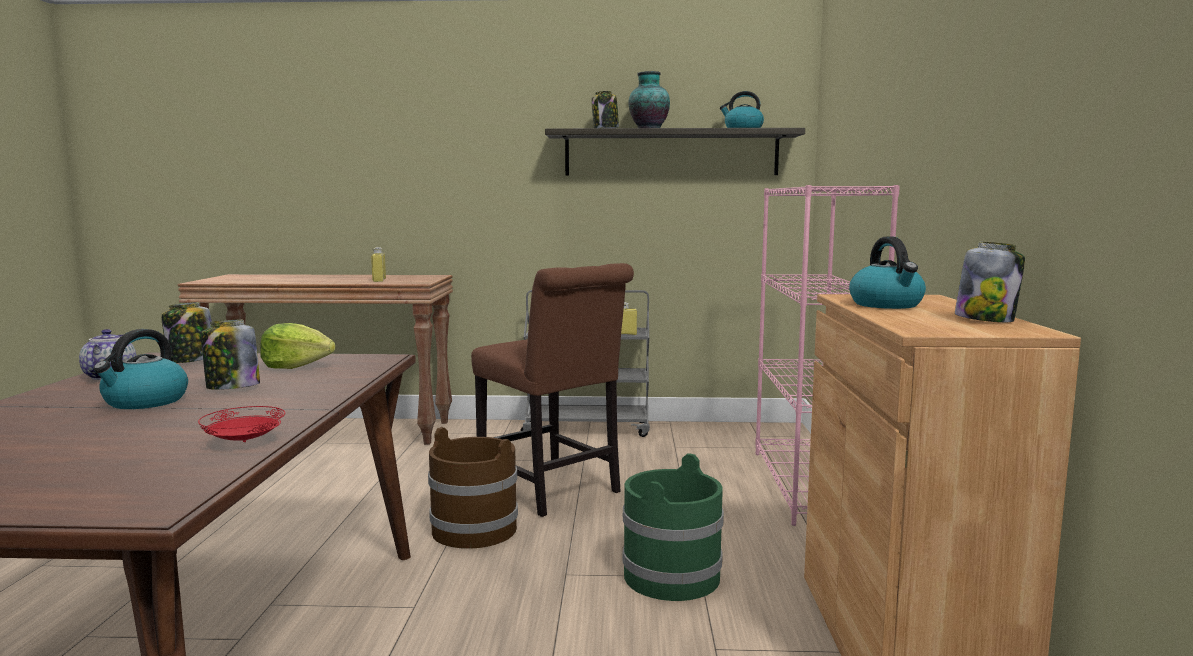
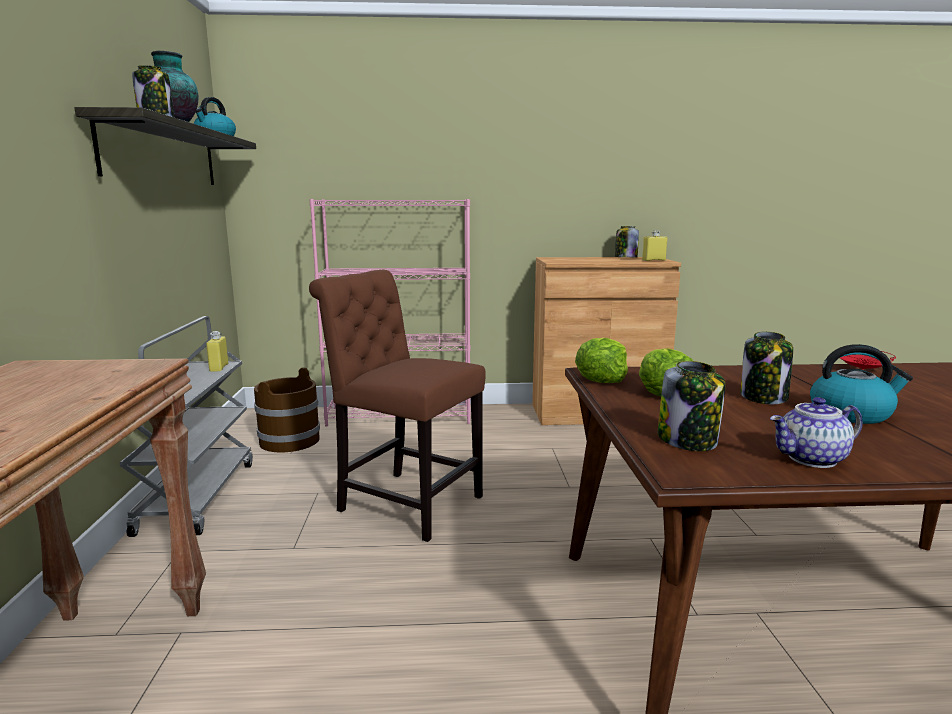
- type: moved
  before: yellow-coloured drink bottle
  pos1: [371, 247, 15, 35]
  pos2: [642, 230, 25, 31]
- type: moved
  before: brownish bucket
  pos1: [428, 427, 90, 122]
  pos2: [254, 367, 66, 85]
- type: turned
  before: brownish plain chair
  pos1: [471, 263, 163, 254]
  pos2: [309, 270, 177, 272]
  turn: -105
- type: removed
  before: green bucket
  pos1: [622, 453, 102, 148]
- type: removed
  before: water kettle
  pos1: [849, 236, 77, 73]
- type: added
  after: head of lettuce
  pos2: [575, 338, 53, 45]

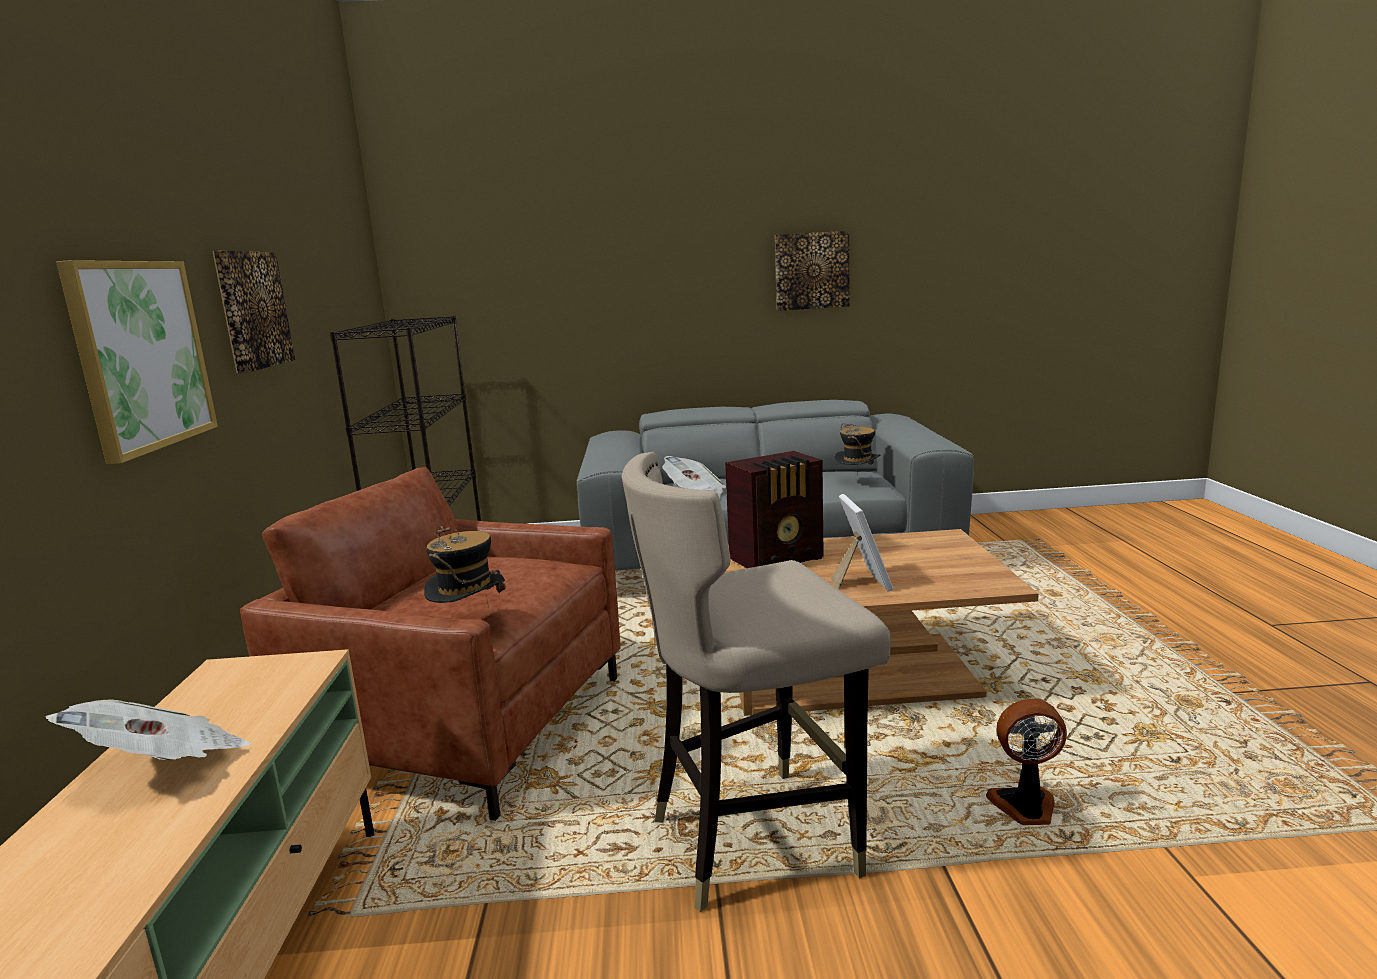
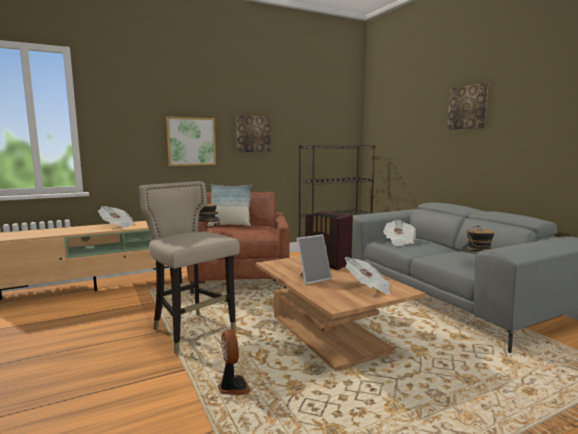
- type: moved
  before: wall art
  pos1: [775, 231, 74, 80]
  pos2: [447, 83, 42, 47]
- type: added
  after: throw pillow
  pos2: [207, 184, 45, 42]
- type: added
  after: printed paper
  pos2: [345, 257, 45, 37]

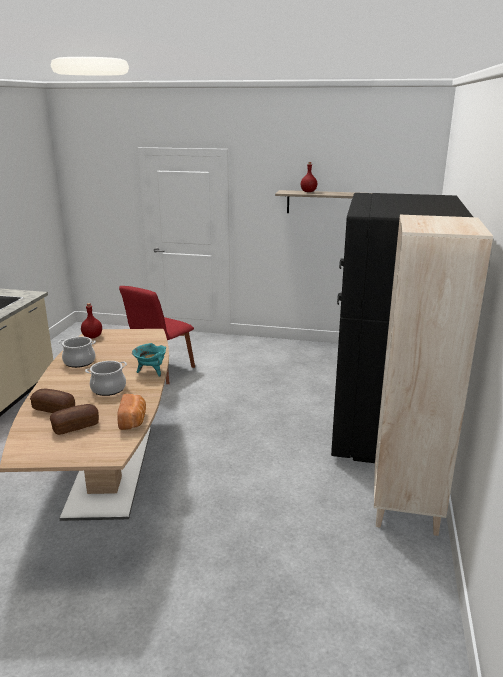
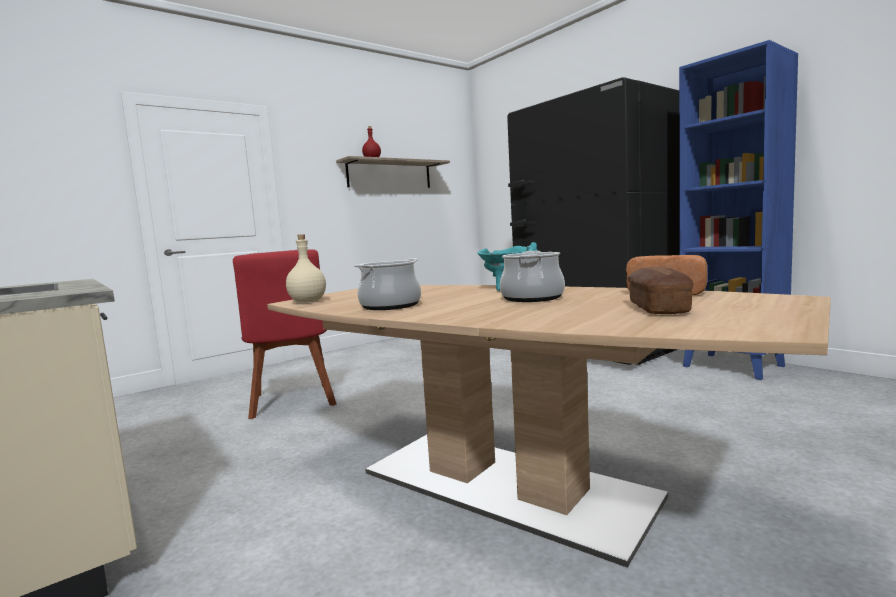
- type: removed
  before: bakery bread
  pos1: [30, 389, 45, 24]
- type: recoloured
  before: reddish drink bottle
  after: sand-coloured drink bottle
  pos1: [81, 303, 21, 35]
  pos2: [286, 234, 40, 69]
- type: recoloured
  before: sand-coloured shelving unit
  after: blue-coloured shelving unit
  pos1: [374, 215, 119, 321]
  pos2: [679, 40, 119, 340]

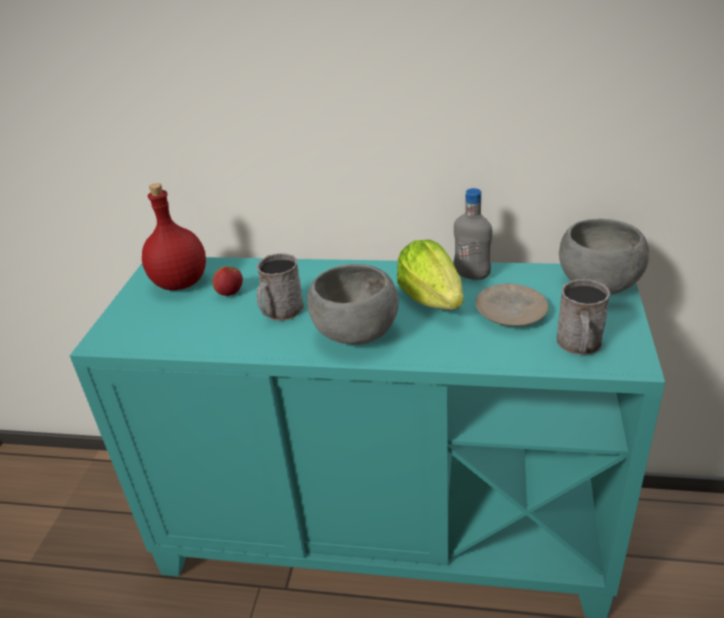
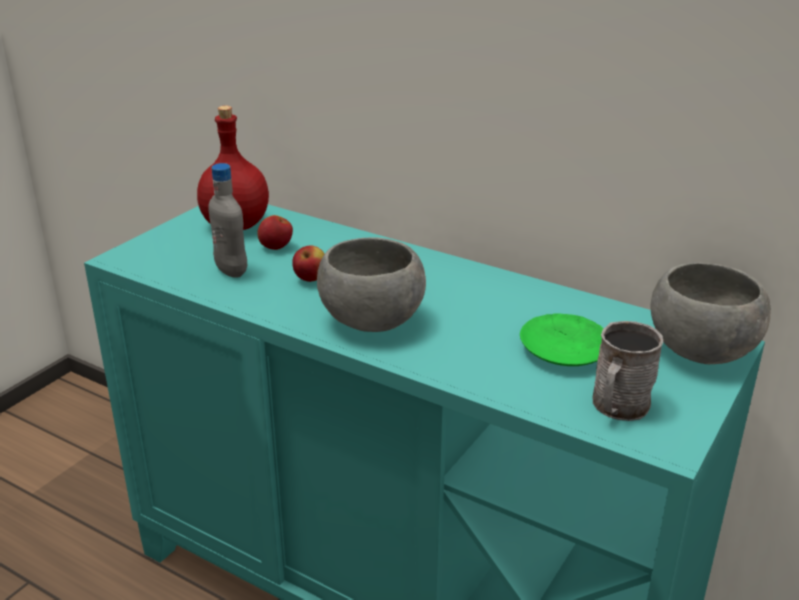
- type: replaced
  before: gray coffee mug
  after: apple fruit
  pos1: [256, 253, 48, 68]
  pos2: [292, 246, 32, 36]
- type: removed
  before: head of lettuce
  pos1: [397, 239, 66, 71]
- type: moved
  before: gray drink bottle
  pos1: [454, 188, 38, 92]
  pos2: [208, 163, 39, 115]
- type: recoloured
  before: sand-coloured dinner plate
  after: green dinner plate
  pos1: [476, 283, 72, 43]
  pos2: [520, 313, 84, 53]

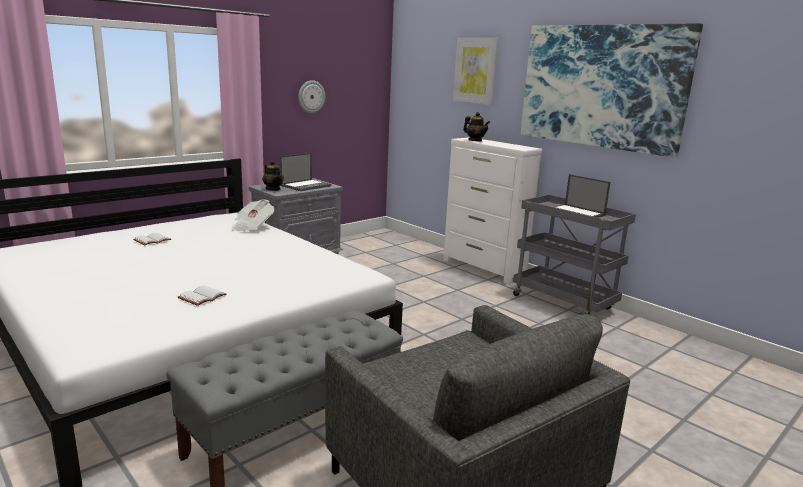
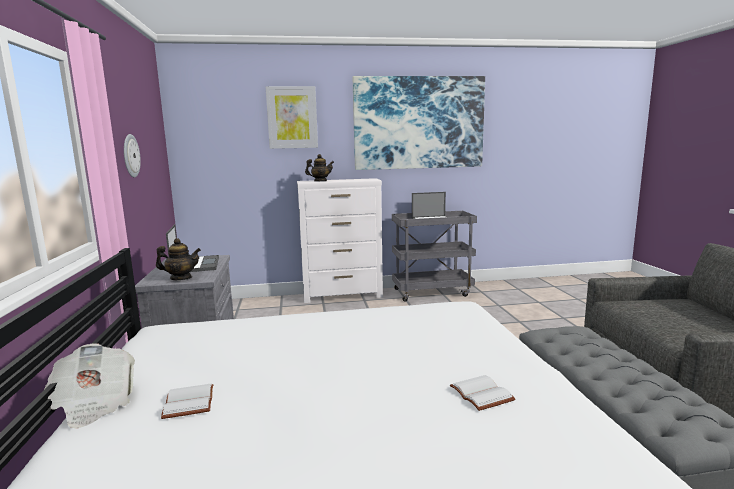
- type: moved
  before: printed paper
  pos1: [232, 199, 43, 32]
  pos2: [44, 343, 91, 86]

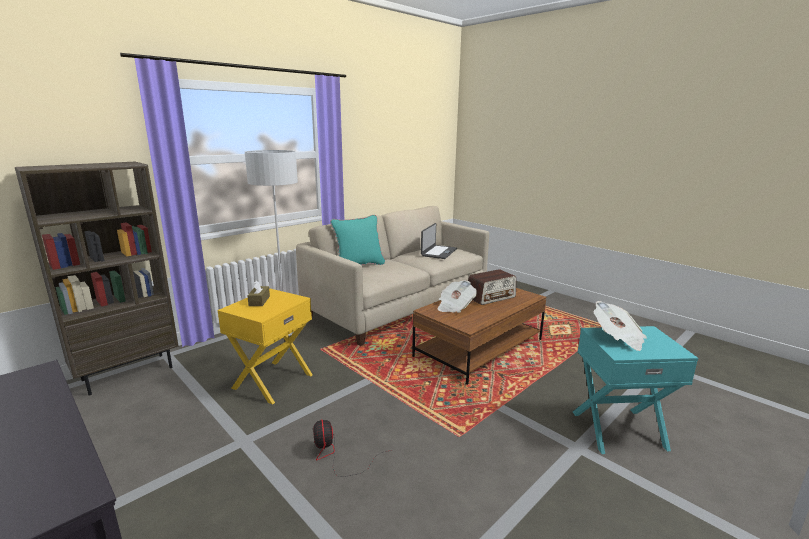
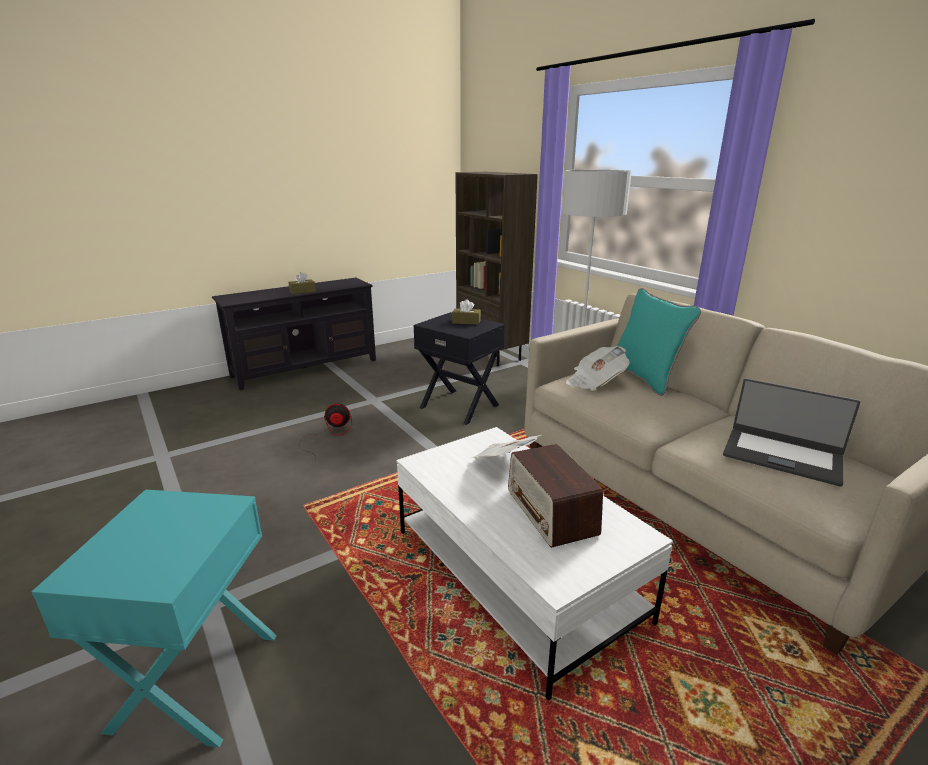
- type: recoloured
  before: yellow-coloured side table
  after: black-coloured side table
  pos1: [217, 288, 96, 116]
  pos2: [413, 312, 92, 113]
- type: recoloured
  before: brownish low table
  after: white-coloured low table
  pos1: [412, 288, 135, 97]
  pos2: [397, 427, 276, 274]
- type: moved
  before: printed paper
  pos1: [593, 301, 54, 50]
  pos2: [566, 346, 63, 45]
- type: added
  after: brownish box of tissues
  pos2: [289, 272, 27, 22]

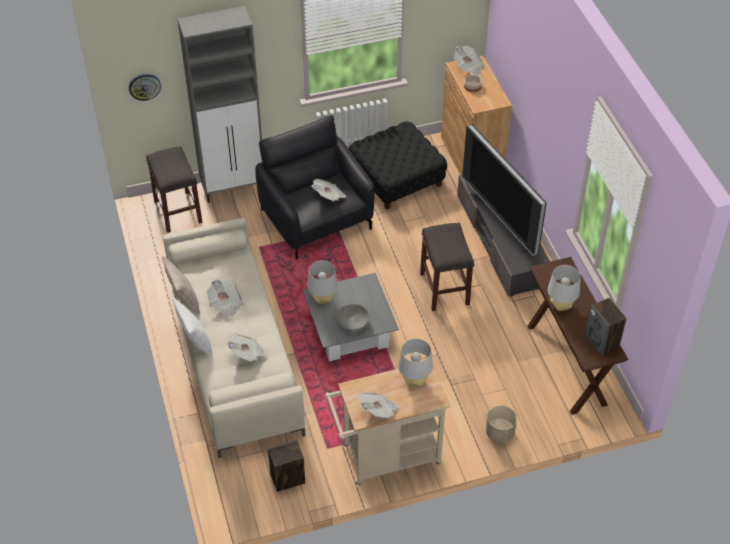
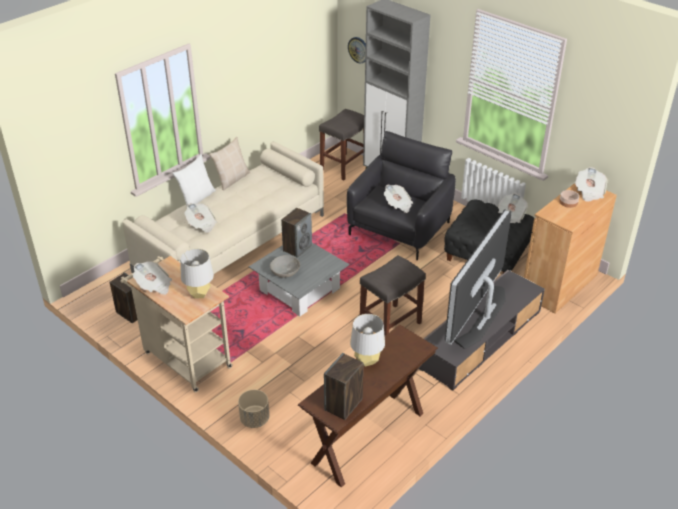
- type: moved
  before: printed paper
  pos1: [206, 279, 37, 39]
  pos2: [498, 193, 30, 30]
- type: replaced
  before: gray tabletop lamp
  after: audio speaker
  pos1: [307, 260, 31, 44]
  pos2: [281, 208, 31, 50]

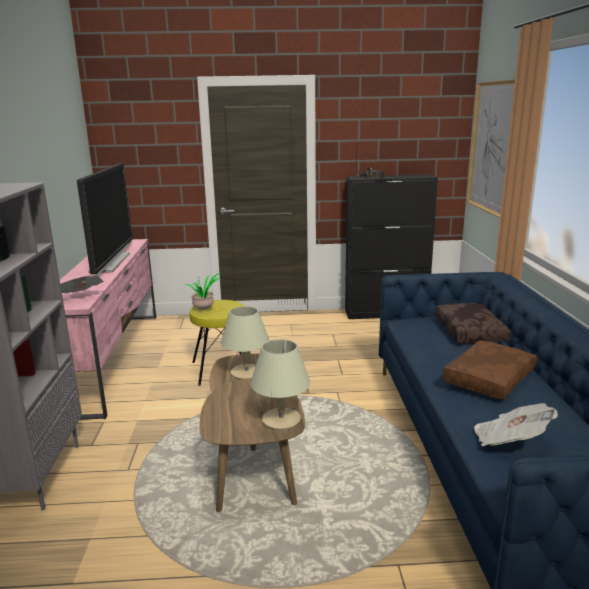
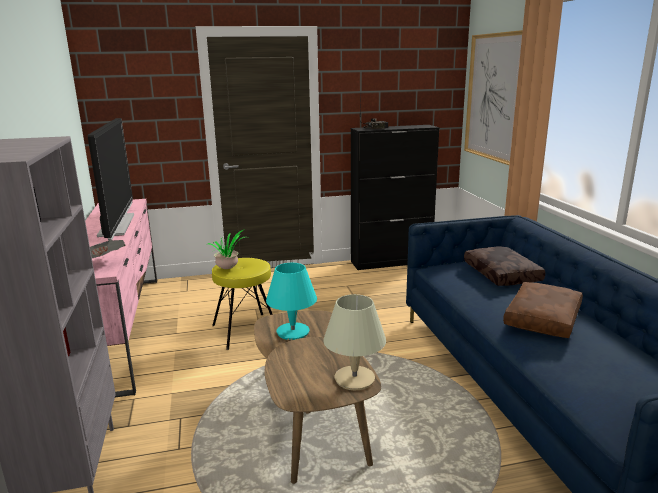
- type: recoloured
  before: sand-coloured tabletop lamp
  after: turquoise-coloured tabletop lamp
  pos1: [221, 306, 49, 74]
  pos2: [266, 263, 51, 77]
- type: removed
  before: printed paper
  pos1: [474, 403, 84, 43]

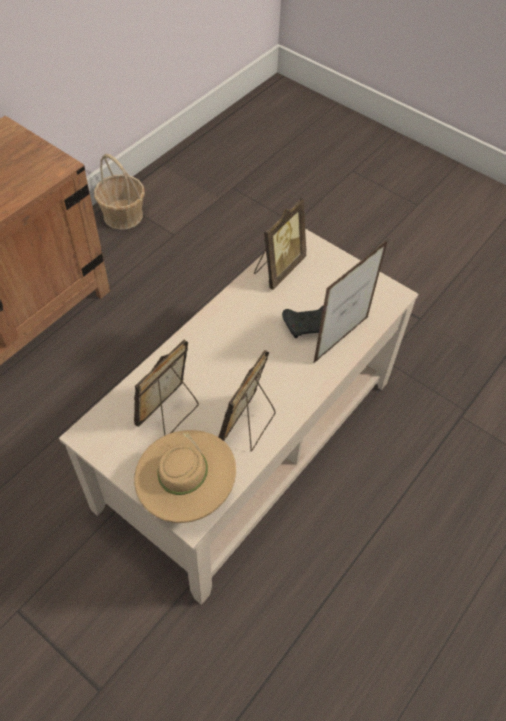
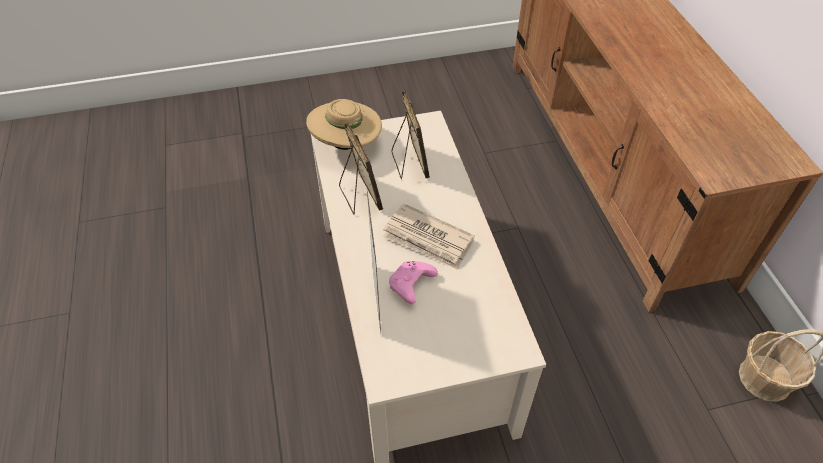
- type: removed
  before: picture frame
  pos1: [254, 198, 52, 92]
- type: recoloured
  before: black-coloured joypad
  after: pink joypad
  pos1: [282, 305, 42, 33]
  pos2: [389, 261, 49, 43]
- type: added
  after: printed paper
  pos2: [383, 204, 92, 66]

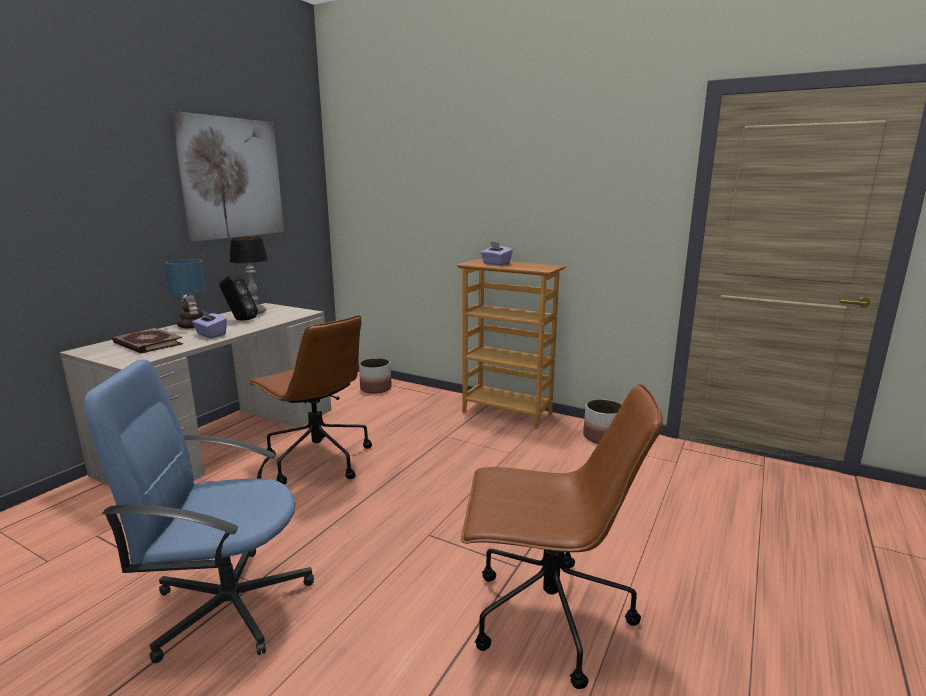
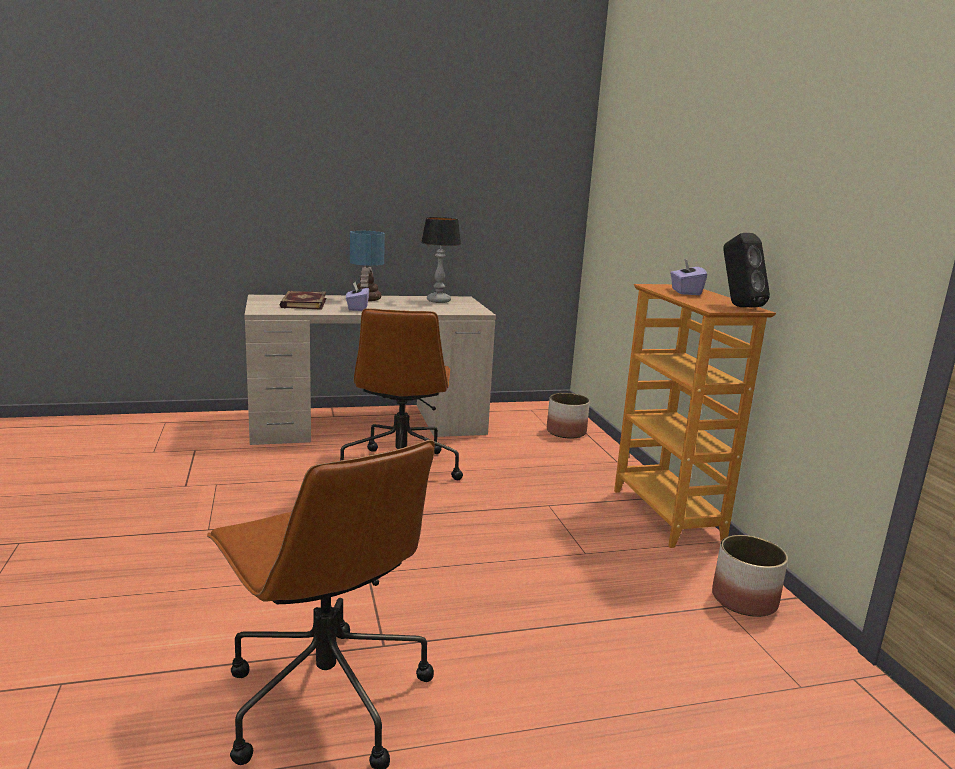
- type: removed
  before: blue-coloured computer chair
  pos1: [84, 360, 230, 303]
- type: removed
  before: wall art
  pos1: [171, 111, 113, 131]
- type: moved
  before: black-coloured audio speaker
  pos1: [219, 273, 39, 48]
  pos2: [723, 233, 47, 74]

